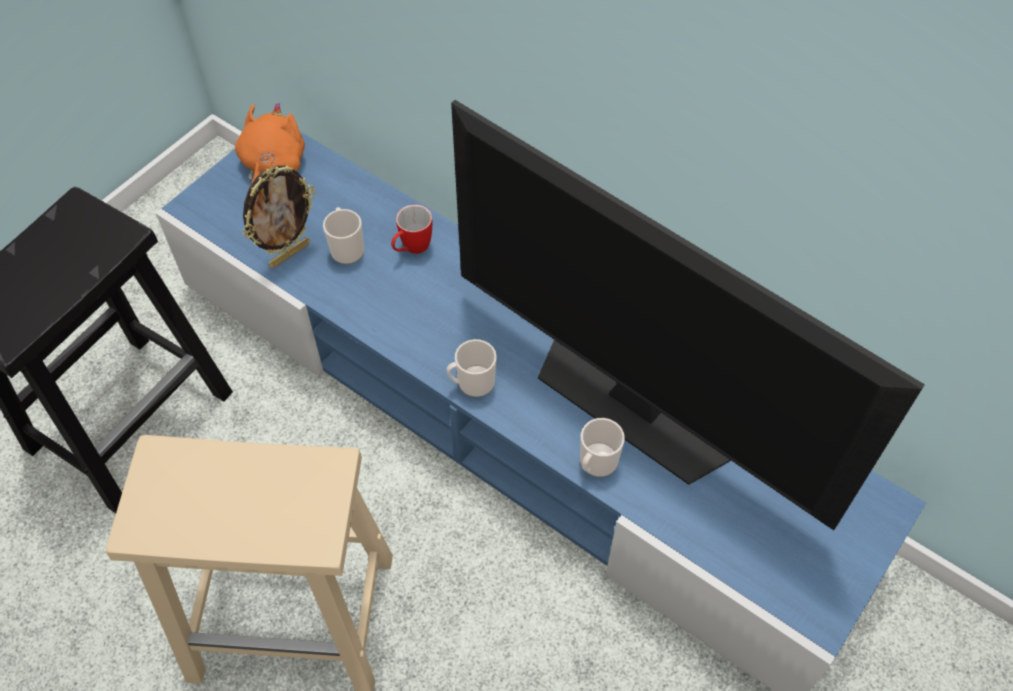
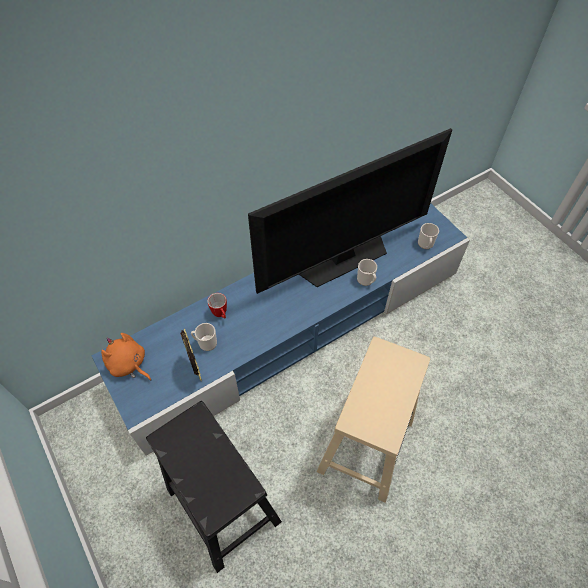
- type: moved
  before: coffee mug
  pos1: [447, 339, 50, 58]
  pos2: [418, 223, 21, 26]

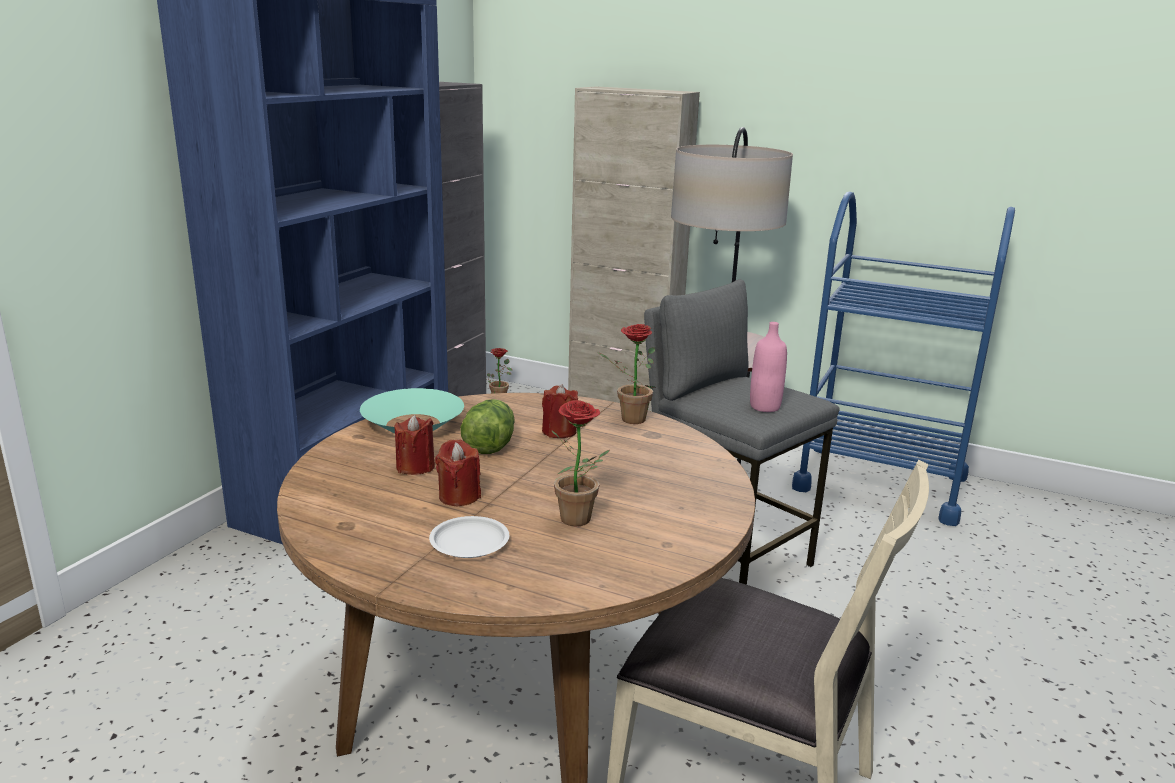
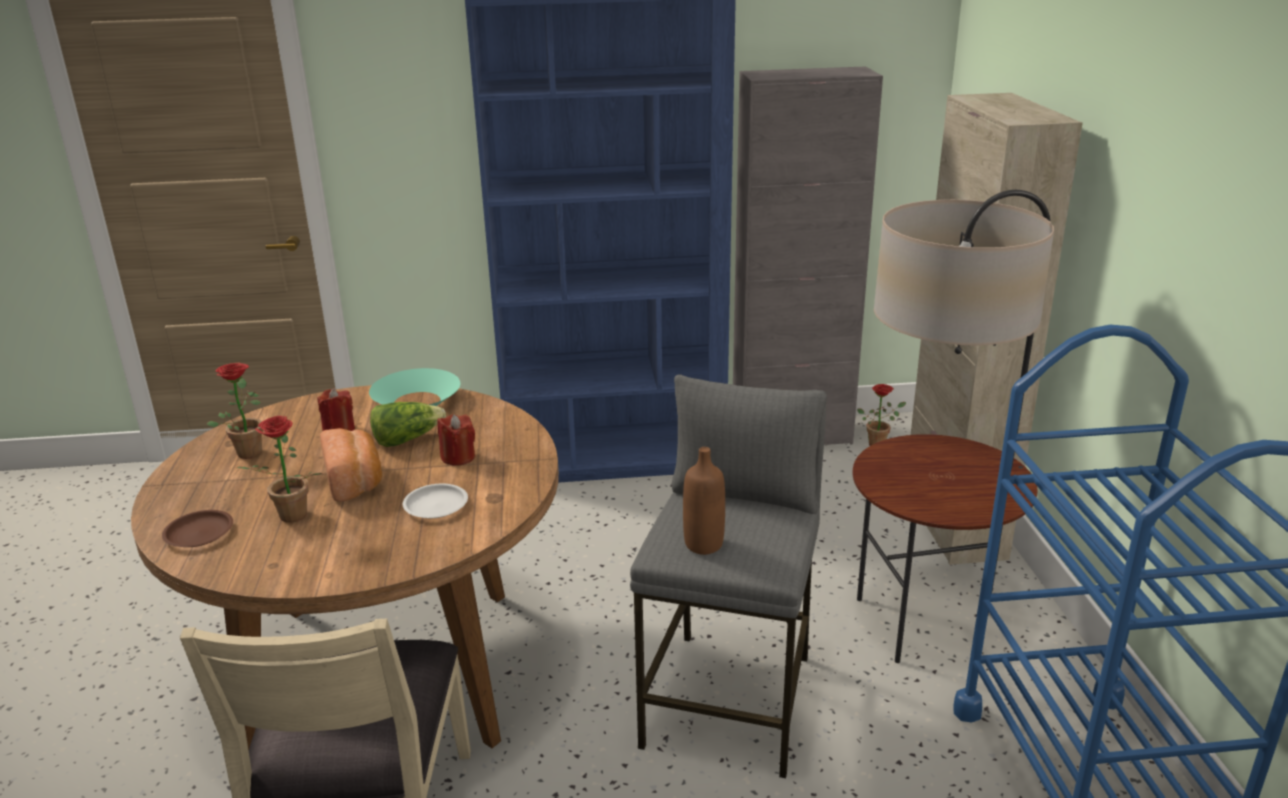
- type: moved
  before: white-coloured dinner plate
  pos1: [429, 516, 80, 42]
  pos2: [403, 484, 65, 34]
- type: removed
  before: reddish wax light
  pos1: [435, 439, 46, 67]
- type: moved
  before: potted plant
  pos1: [598, 324, 57, 100]
  pos2: [206, 363, 57, 96]
- type: recoloured
  before: pink drink bottle
  after: brownish drink bottle
  pos1: [750, 322, 37, 90]
  pos2: [683, 447, 42, 108]
- type: added
  after: brownish dinner plate
  pos2: [162, 510, 71, 37]
- type: added
  after: bakery bread
  pos2: [320, 428, 62, 74]

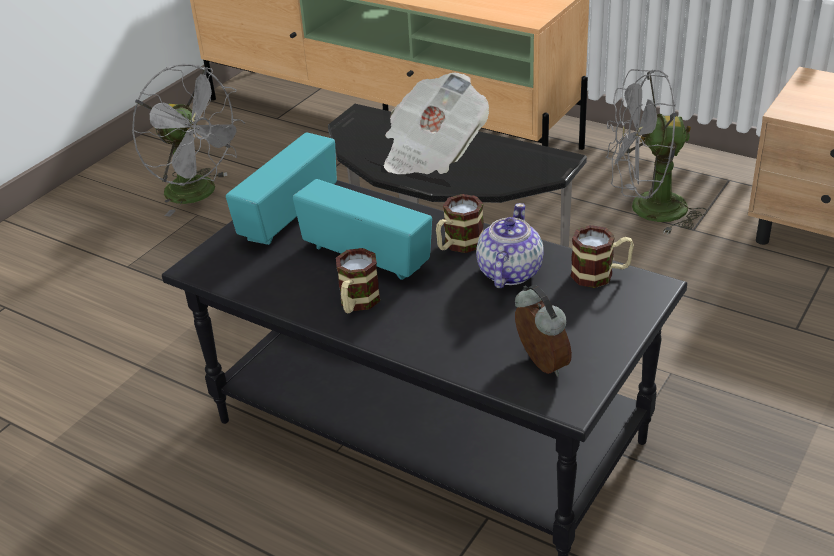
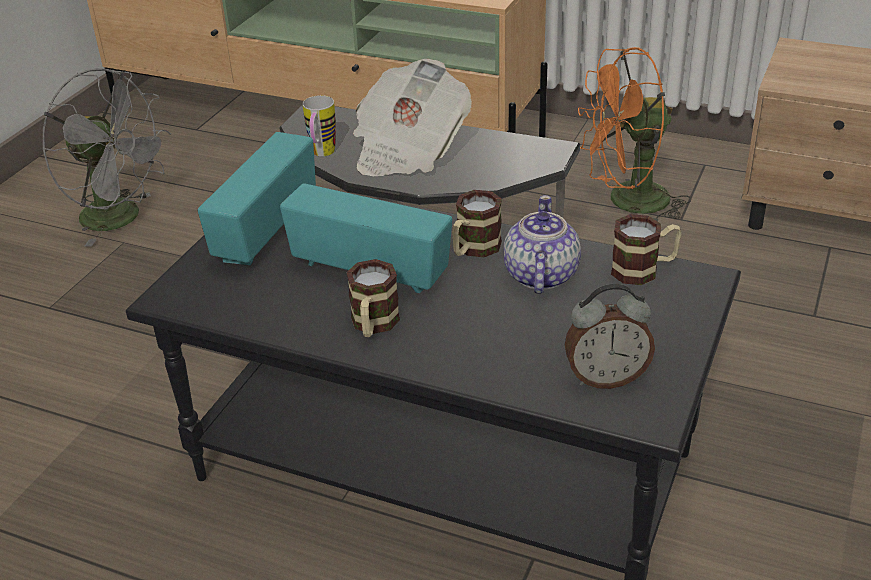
- type: turned
  before: bedside clock
  pos1: [515, 285, 57, 92]
  pos2: [565, 284, 90, 105]
  turn: 120
- type: recoloured
  before: gray cooling fan
  after: orange cooling fan
  pos1: [606, 69, 102, 166]
  pos2: [578, 47, 113, 174]
- type: added
  after: coffee mug
  pos2: [303, 95, 33, 62]

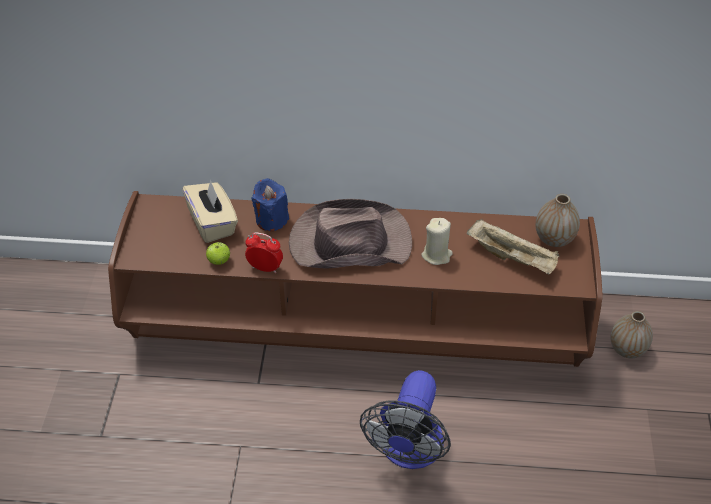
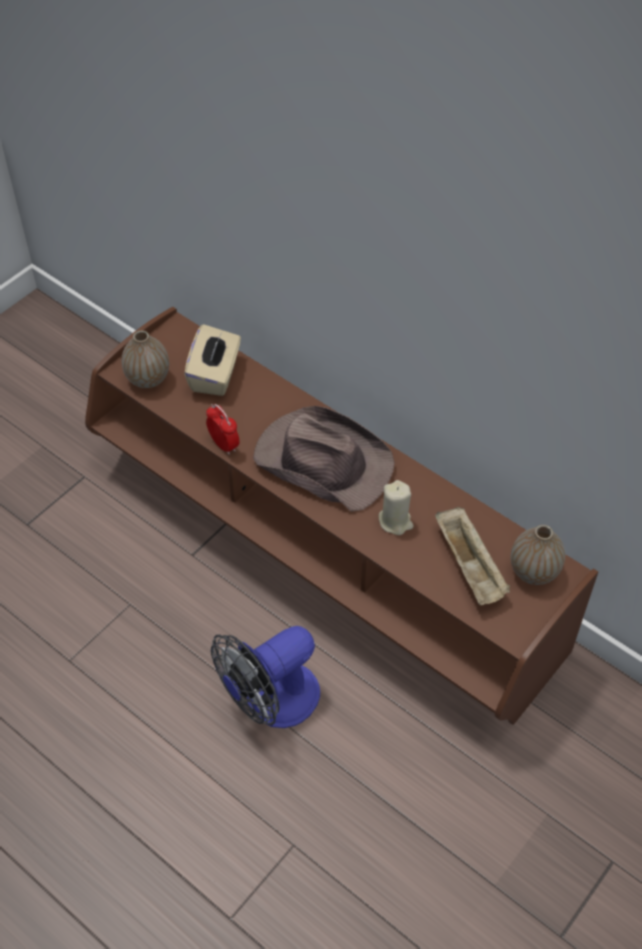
- type: removed
  before: apple fruit
  pos1: [206, 242, 24, 23]
- type: removed
  before: blue-coloured wax light
  pos1: [252, 178, 37, 53]
- type: moved
  before: decorative vase
  pos1: [610, 311, 43, 47]
  pos2: [121, 330, 48, 58]

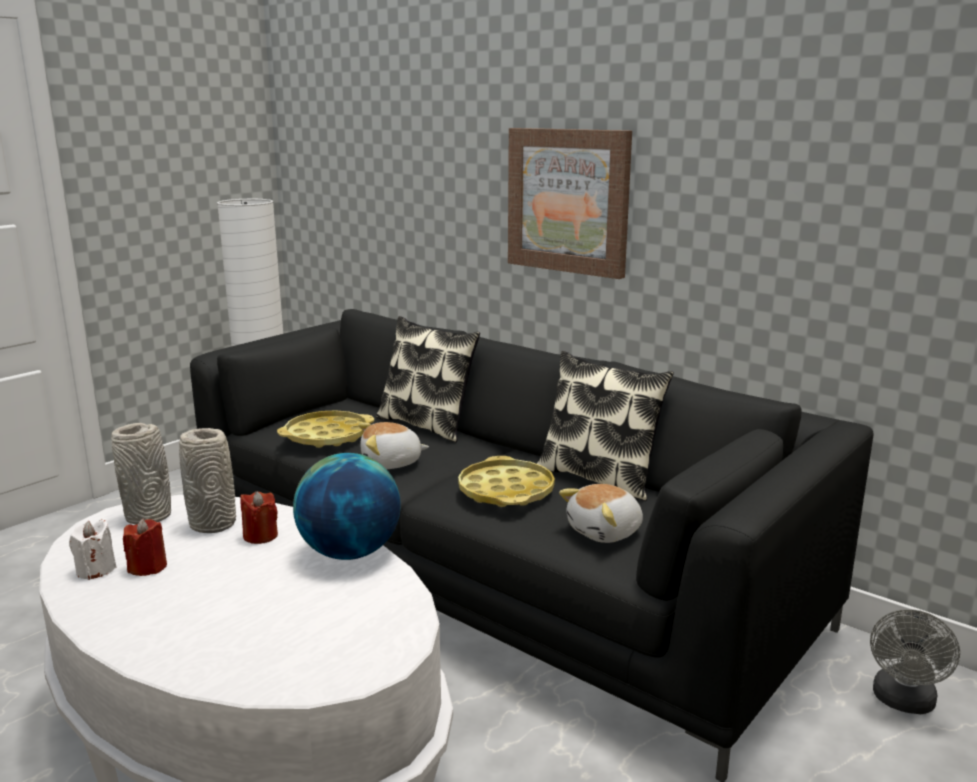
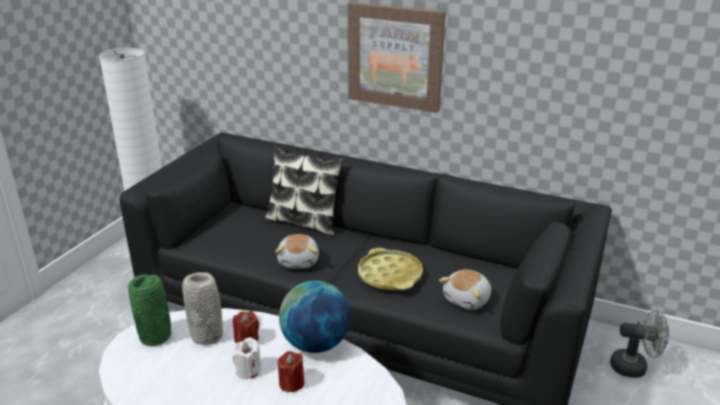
- type: moved
  before: white-coloured wax light
  pos1: [69, 519, 48, 61]
  pos2: [233, 337, 28, 42]
- type: recoloured
  before: gray decorative vase
  after: green decorative vase
  pos1: [111, 423, 60, 101]
  pos2: [128, 274, 43, 72]
- type: moved
  before: reddish wax light
  pos1: [123, 518, 44, 58]
  pos2: [278, 351, 26, 41]
- type: removed
  before: yellow-coloured carrying tray
  pos1: [277, 410, 97, 38]
- type: turned
  before: soft toy
  pos1: [358, 422, 71, 47]
  pos2: [275, 234, 44, 34]
  turn: -60
- type: removed
  before: throw pillow
  pos1: [537, 351, 137, 150]
- type: turned
  before: gray cooling fan
  pos1: [870, 609, 90, 105]
  pos2: [610, 310, 59, 68]
  turn: -90

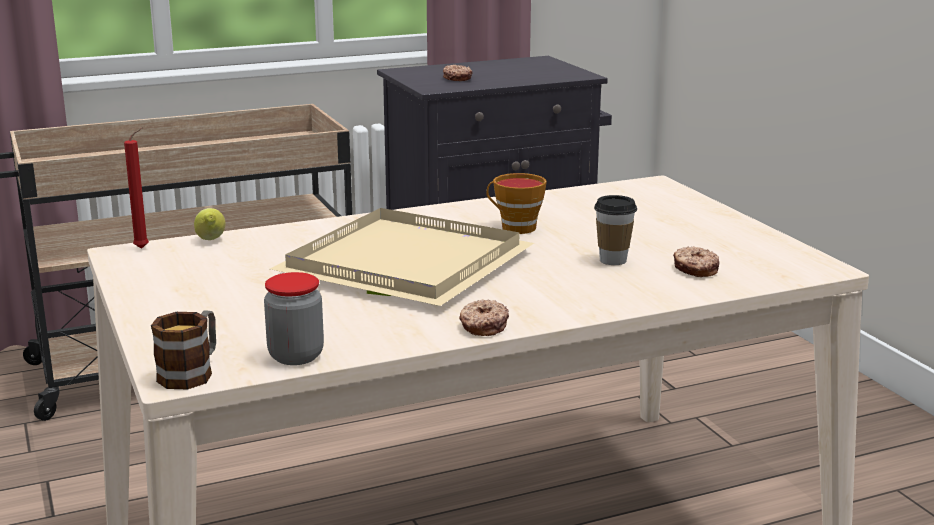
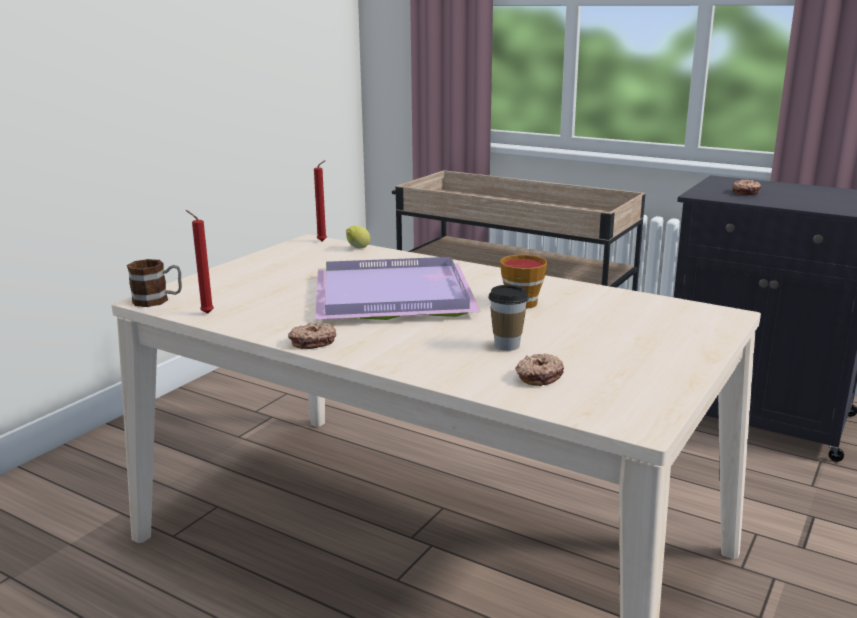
- type: replaced
  before: preserve jar
  after: reddish wax light
  pos1: [264, 272, 60, 93]
  pos2: [186, 210, 28, 104]
- type: recoloured
  before: sand-coloured carrying tray
  after: purplish carrying tray
  pos1: [270, 208, 264, 98]
  pos2: [315, 257, 166, 63]

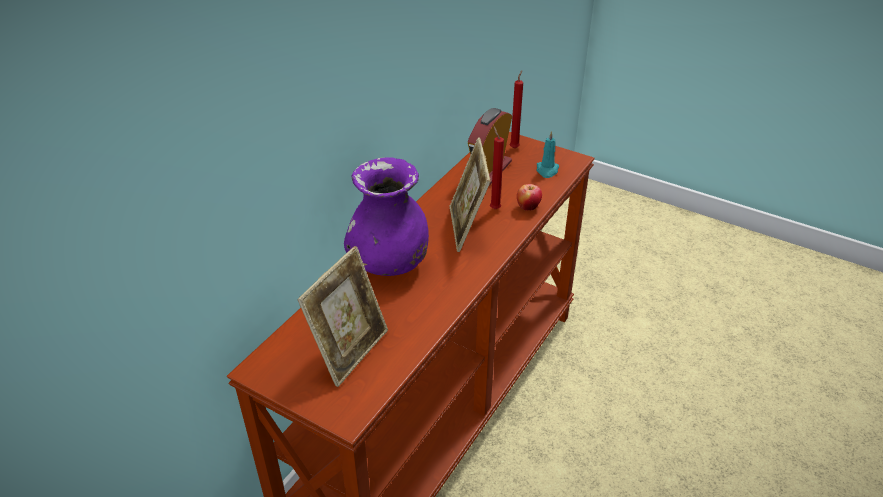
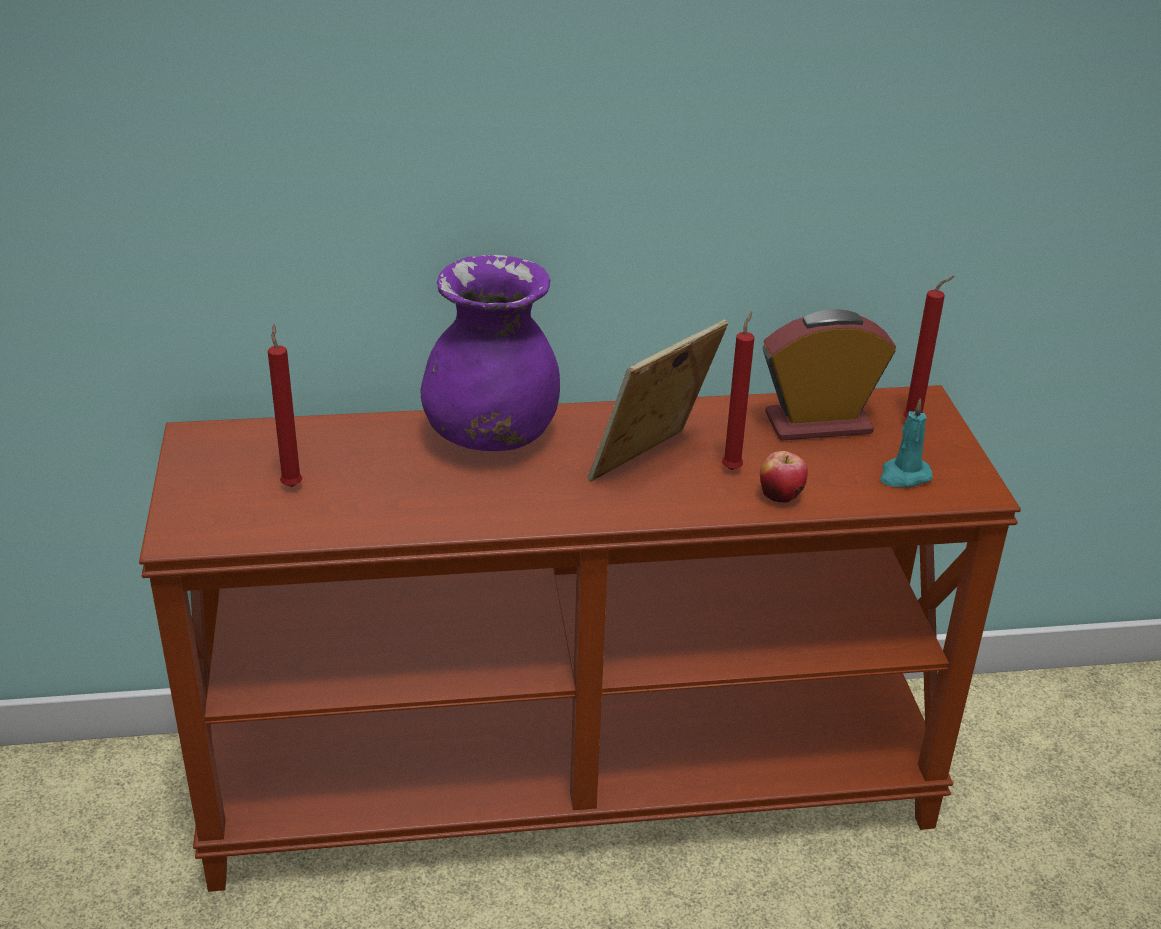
- type: replaced
  before: picture frame
  after: reddish wax light
  pos1: [297, 246, 91, 141]
  pos2: [268, 324, 35, 163]

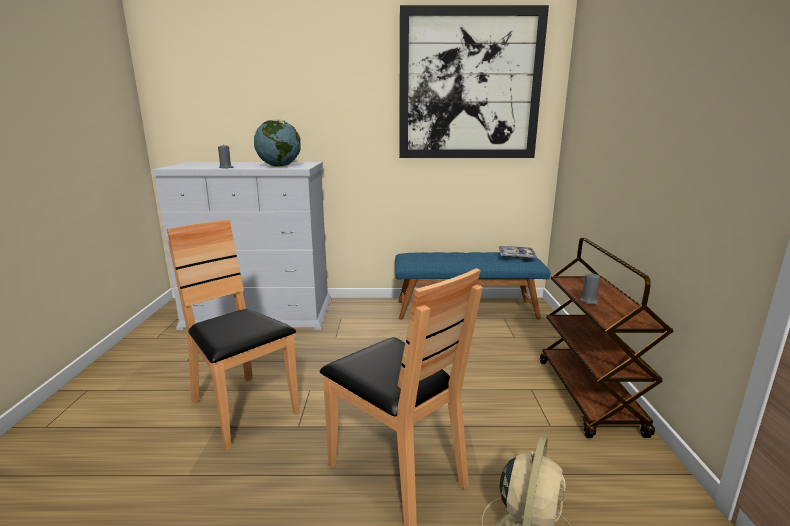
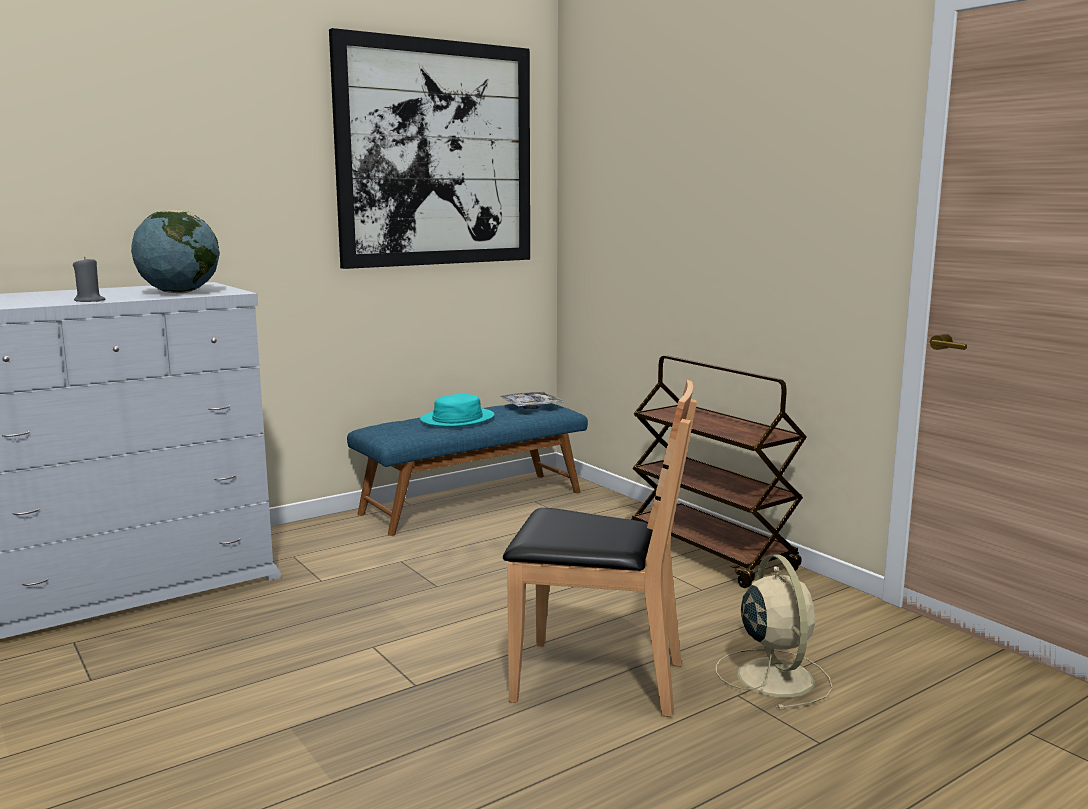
- type: removed
  before: brownish plain chair
  pos1: [167, 219, 133, 231]
- type: removed
  before: gray wax light
  pos1: [580, 272, 20, 33]
- type: added
  after: turquoise-coloured wearable hat
  pos2: [420, 394, 75, 33]

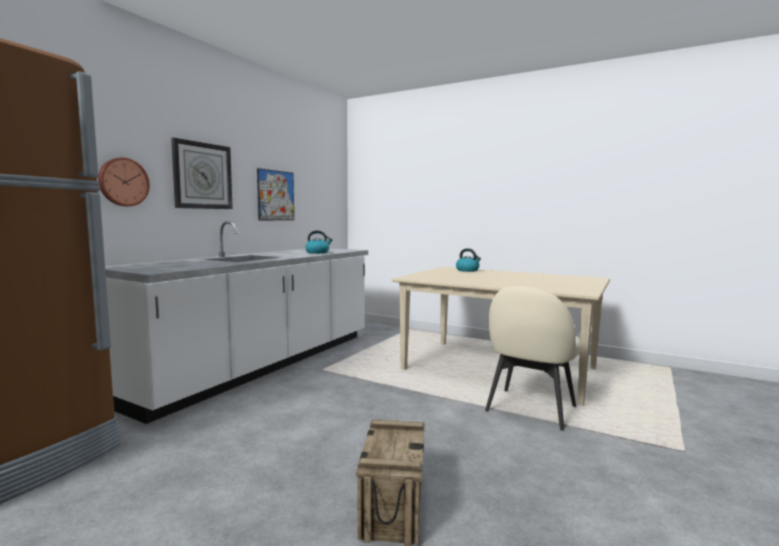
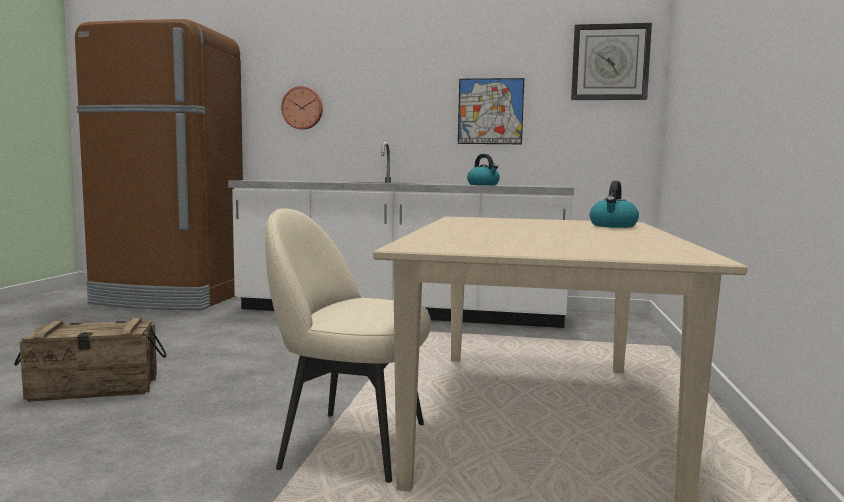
- type: moved
  before: wall clock
  pos1: [171, 138, 62, 71]
  pos2: [571, 23, 81, 77]

